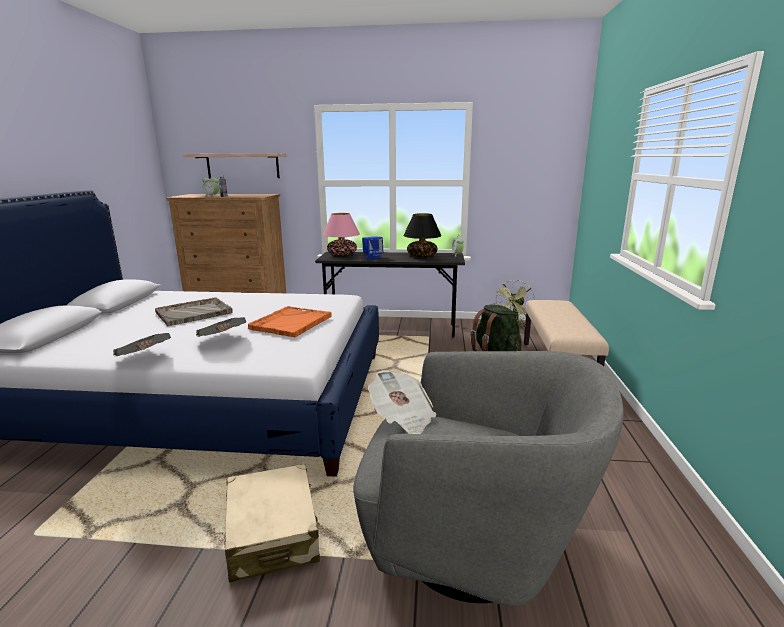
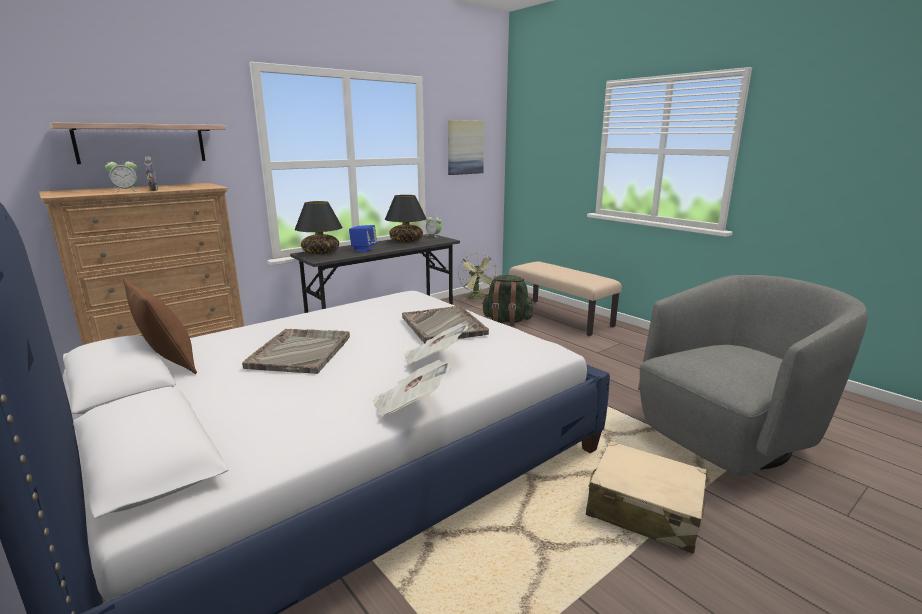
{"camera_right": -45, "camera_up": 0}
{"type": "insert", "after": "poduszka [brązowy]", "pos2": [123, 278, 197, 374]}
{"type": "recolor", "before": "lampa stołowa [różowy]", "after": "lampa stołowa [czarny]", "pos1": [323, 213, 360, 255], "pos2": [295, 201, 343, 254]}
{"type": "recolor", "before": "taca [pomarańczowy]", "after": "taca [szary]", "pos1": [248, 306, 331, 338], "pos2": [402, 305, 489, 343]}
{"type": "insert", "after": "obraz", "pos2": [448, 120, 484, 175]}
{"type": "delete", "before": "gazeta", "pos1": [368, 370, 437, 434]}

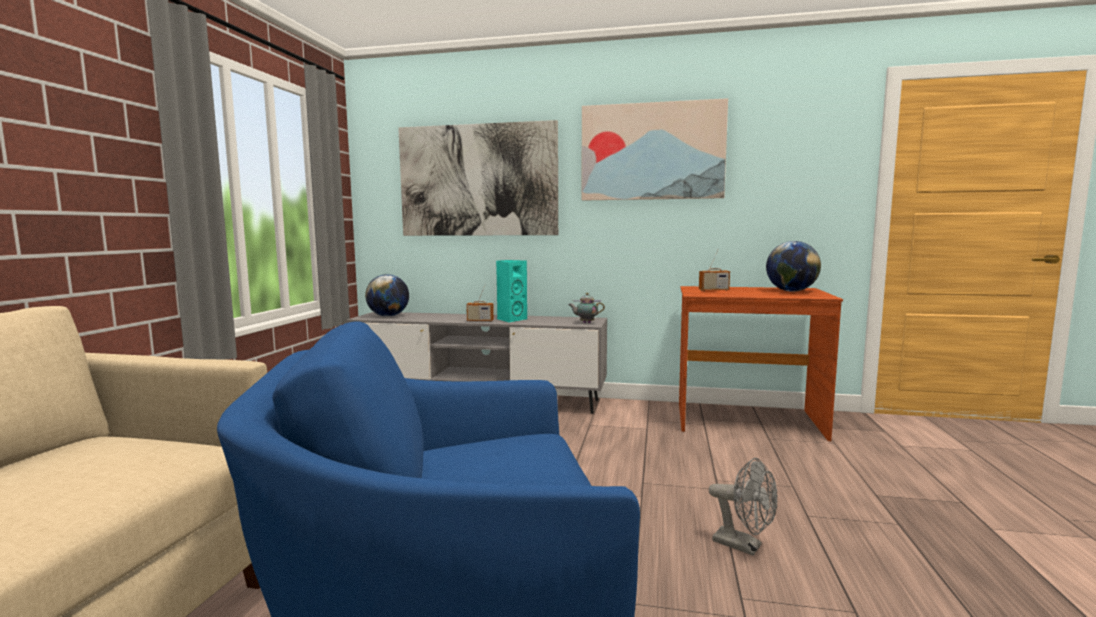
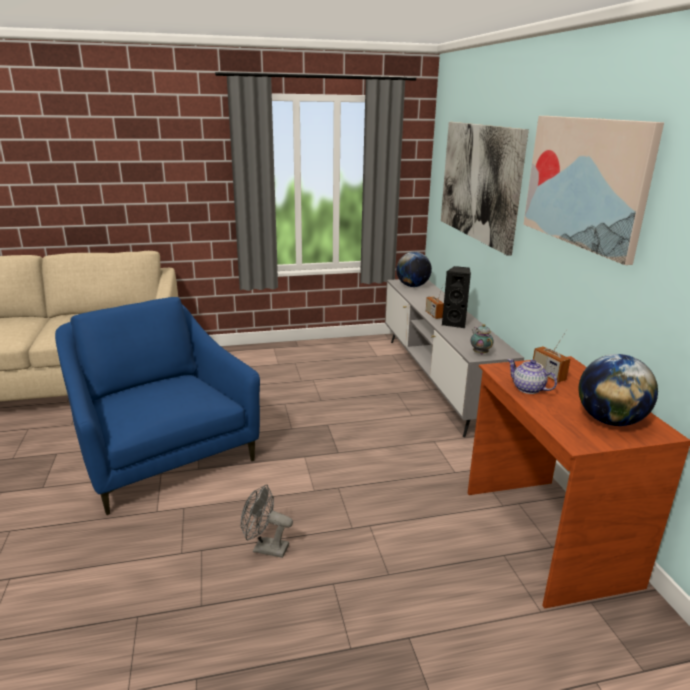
{"camera_right": 65, "camera_up": 15}
{"type": "rotate", "before": "wentylator [szary]", "pos1": [709, 458, 778, 556], "pos2": [241, 485, 293, 558], "turn": 90}
{"type": "recolor", "before": "głośnik [turkusowy]", "after": "głośnik [czarny]", "pos1": [496, 260, 527, 323], "pos2": [442, 266, 471, 328]}
{"type": "insert", "after": "imbryk", "pos2": [507, 359, 557, 394]}

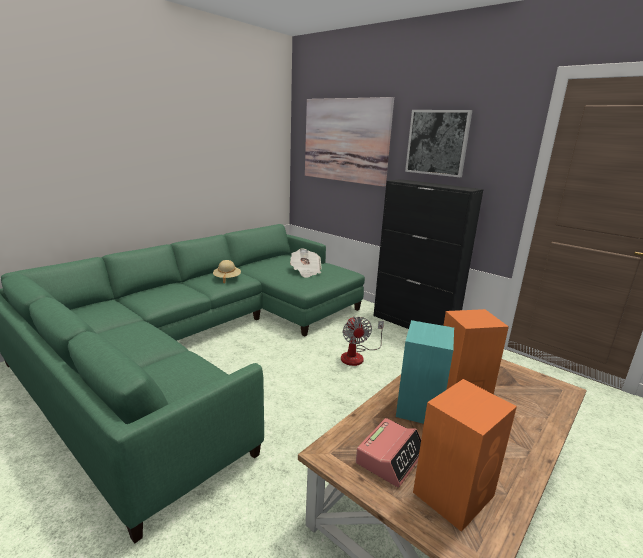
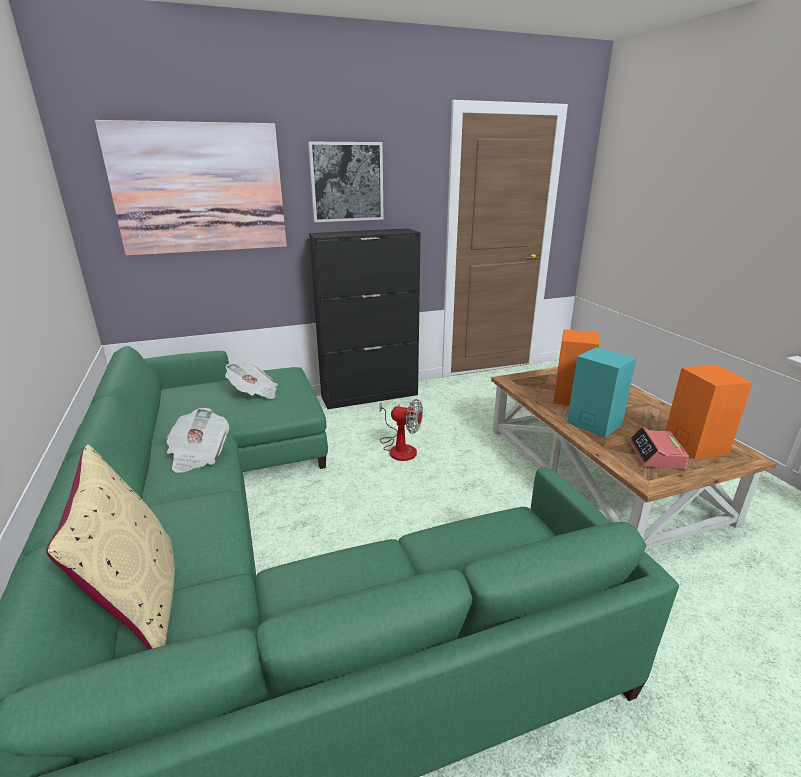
{"camera_right": -60, "camera_up": 5}
{"type": "insert", "after": "poduszka [beżowy]", "pos2": [46, 445, 175, 649]}
{"type": "replace", "before": "kapelusz [beżowy]", "after": "gazeta", "pos1": [213, 260, 241, 284], "pos2": [166, 408, 229, 473]}
{"type": "rotate", "before": "budzik", "pos1": [356, 418, 421, 487], "pos2": [629, 427, 689, 469], "turn": -150}

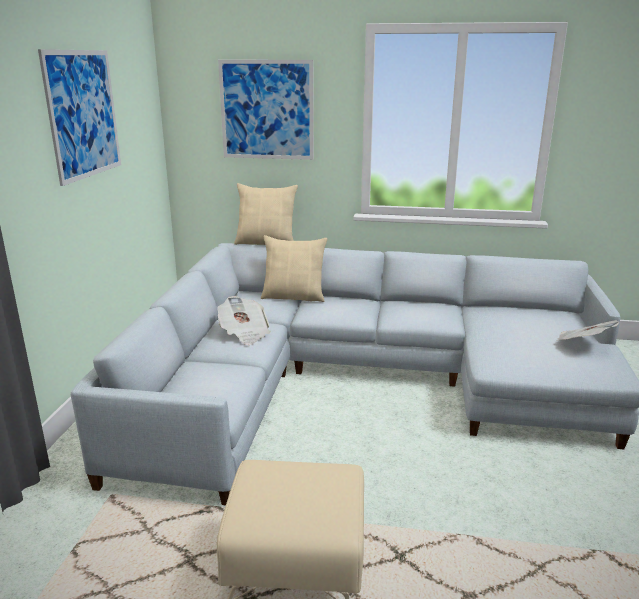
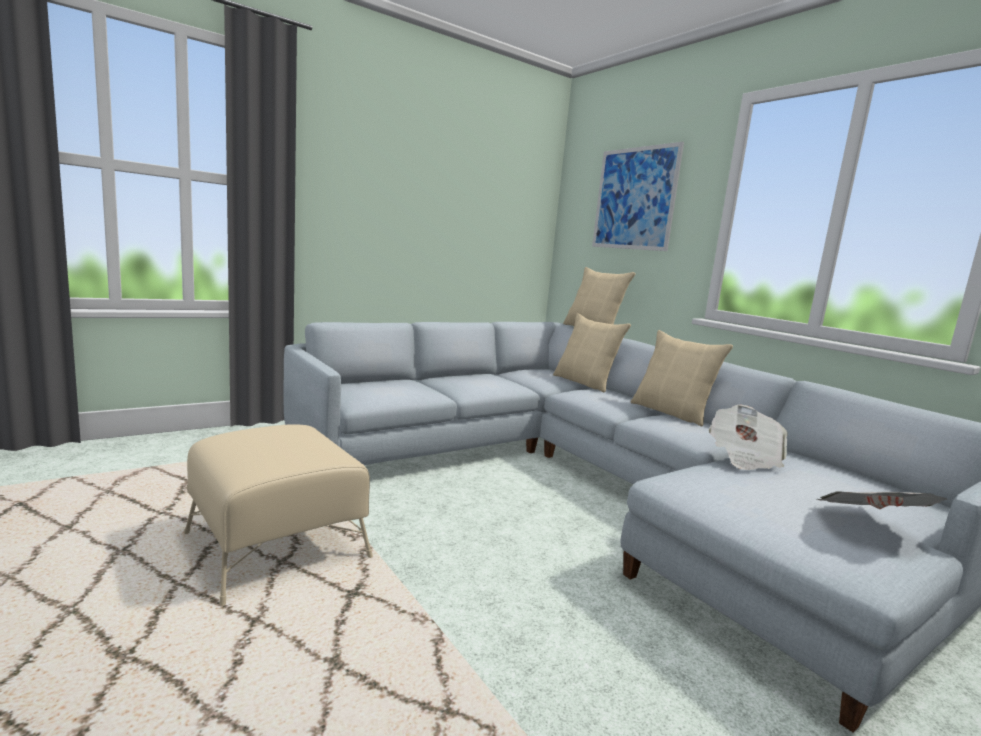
{"camera_right": 45, "camera_up": -10}
{"type": "insert", "after": "poduszka [beżowy]", "pos2": [631, 330, 733, 426]}
{"type": "move", "before": "gazeta", "pos1": [217, 296, 271, 345], "pos2": [709, 404, 788, 470]}
{"type": "delete", "before": "obraz", "pos1": [38, 49, 121, 186]}

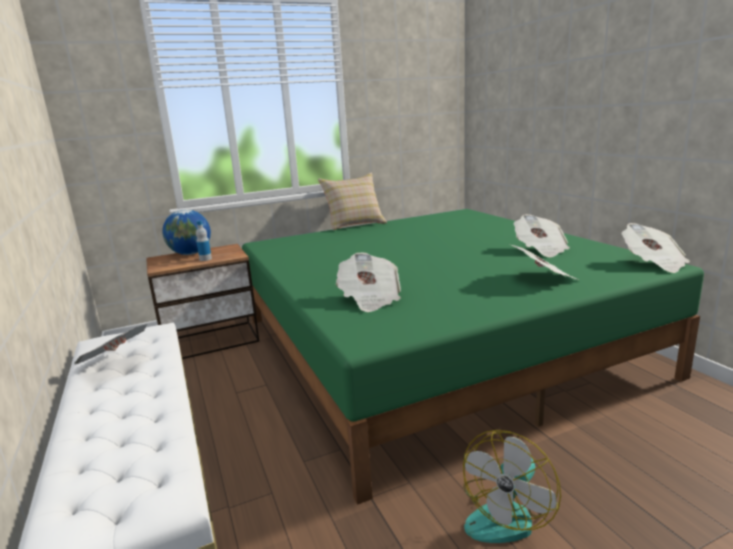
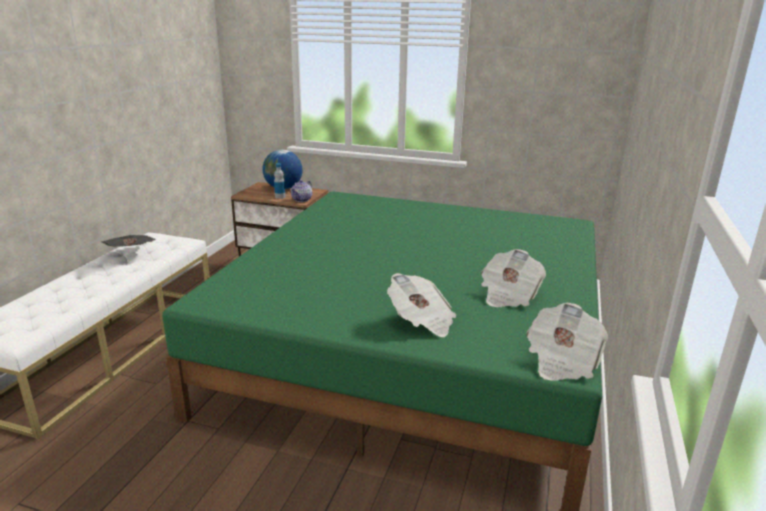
{"camera_right": 40, "camera_up": 5}
{"type": "insert", "after": "imbryk", "pos2": [291, 180, 312, 202]}
{"type": "delete", "before": "poduszka [beżowy]", "pos1": [318, 172, 387, 230]}
{"type": "delete", "before": "gazeta", "pos1": [336, 253, 401, 312]}
{"type": "delete", "before": "wentylator", "pos1": [463, 430, 561, 543]}

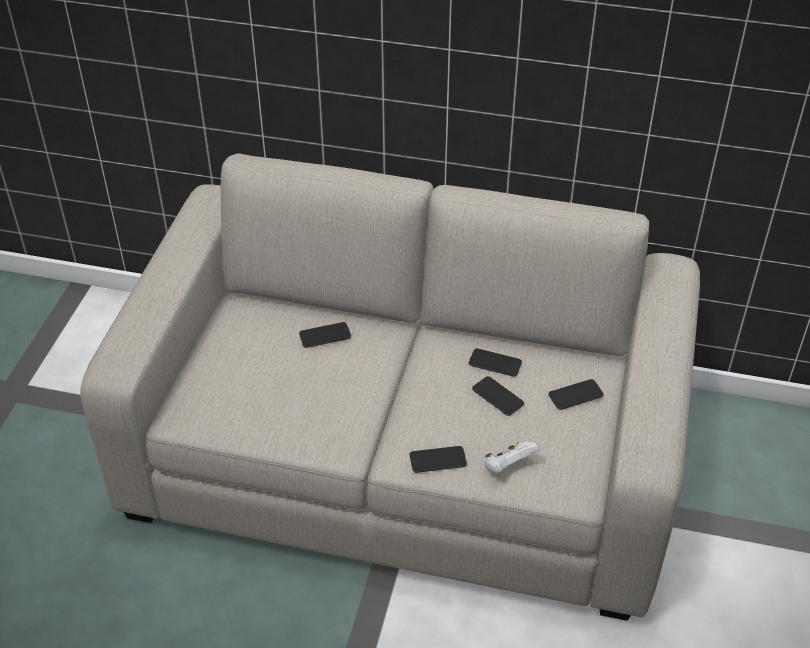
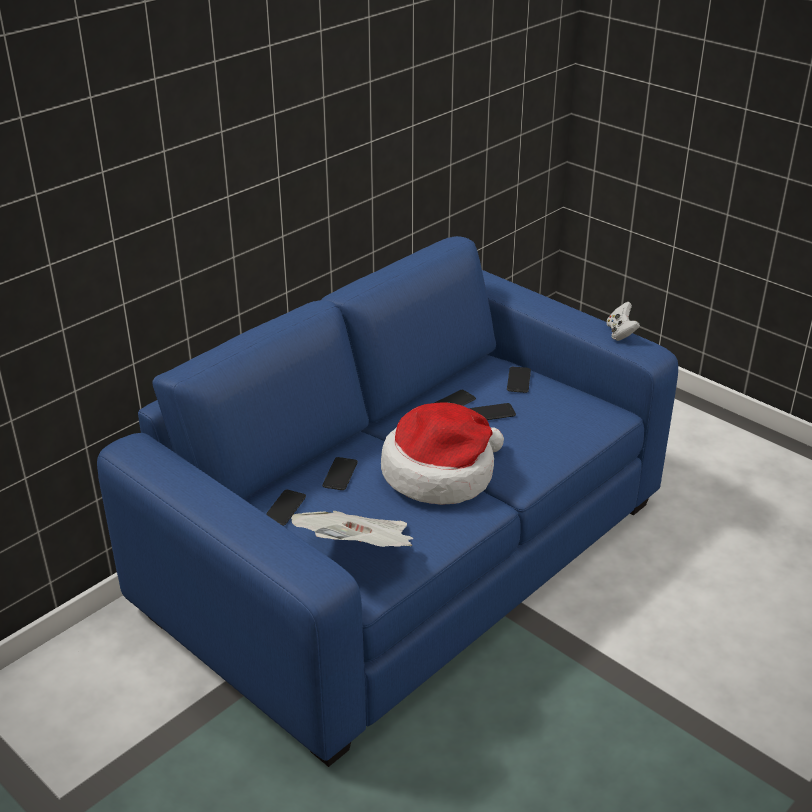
{"camera_right": -60, "camera_up": -10}
{"type": "recolor", "before": "kanapa [beżowy]", "after": "kanapa [niebieski]", "pos1": [80, 153, 700, 621], "pos2": [97, 236, 678, 767]}
{"type": "move", "before": "telefon", "pos1": [410, 446, 467, 473], "pos2": [266, 490, 306, 526]}
{"type": "insert", "after": "gazeta", "pos2": [291, 511, 413, 547]}
{"type": "insert", "after": "kapelusz", "pos2": [381, 402, 504, 505]}
{"type": "move", "before": "pad do gier [biały]", "pos1": [484, 441, 540, 473], "pos2": [607, 302, 640, 341]}

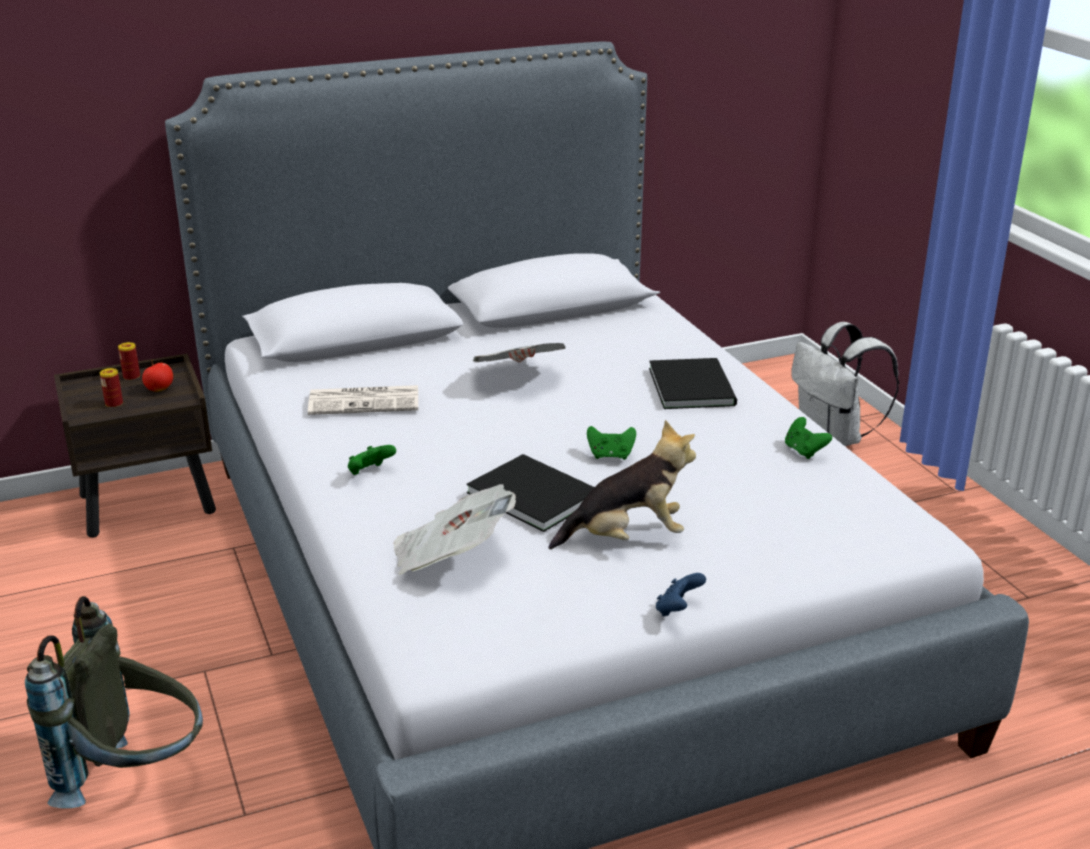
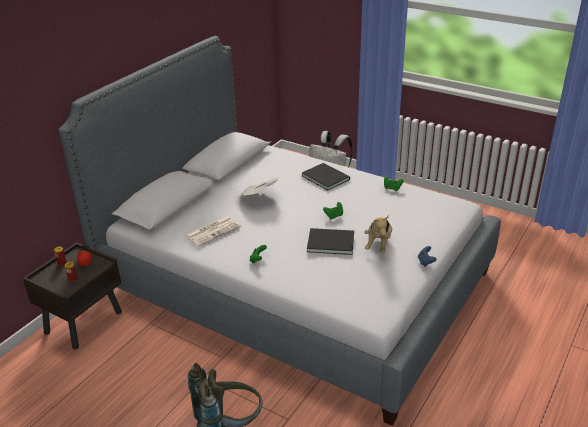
{"camera_right": -35, "camera_up": 5}
{"type": "rotate", "before": "pluszak", "pos1": [548, 420, 696, 549], "pos2": [364, 215, 392, 253], "turn": 150}
{"type": "delete", "before": "gazeta", "pos1": [393, 484, 516, 575]}

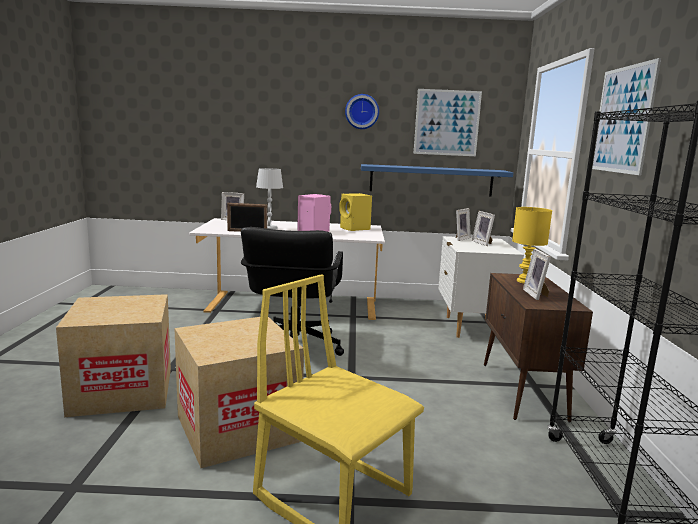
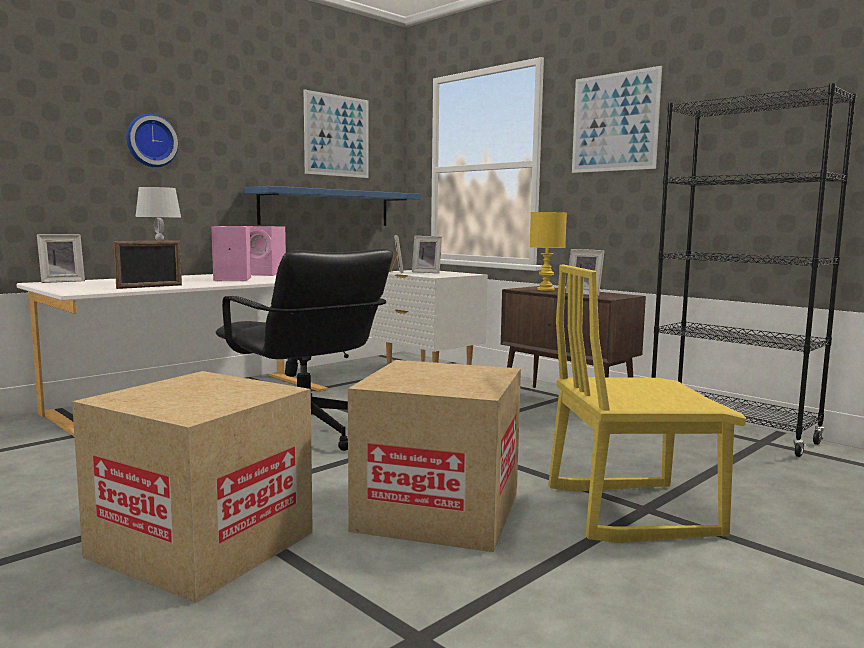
{"camera_right": -45, "camera_up": -5}
{"type": "move", "before": "zegar ścienny", "pos1": [345, 94, 379, 129], "pos2": [126, 114, 178, 167]}
{"type": "recolor", "before": "głośnik [żółty]", "after": "głośnik [różowy]", "pos1": [339, 193, 372, 231], "pos2": [250, 226, 286, 276]}

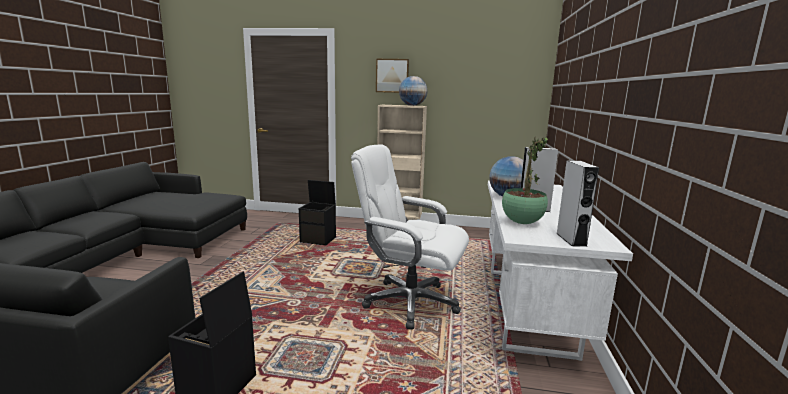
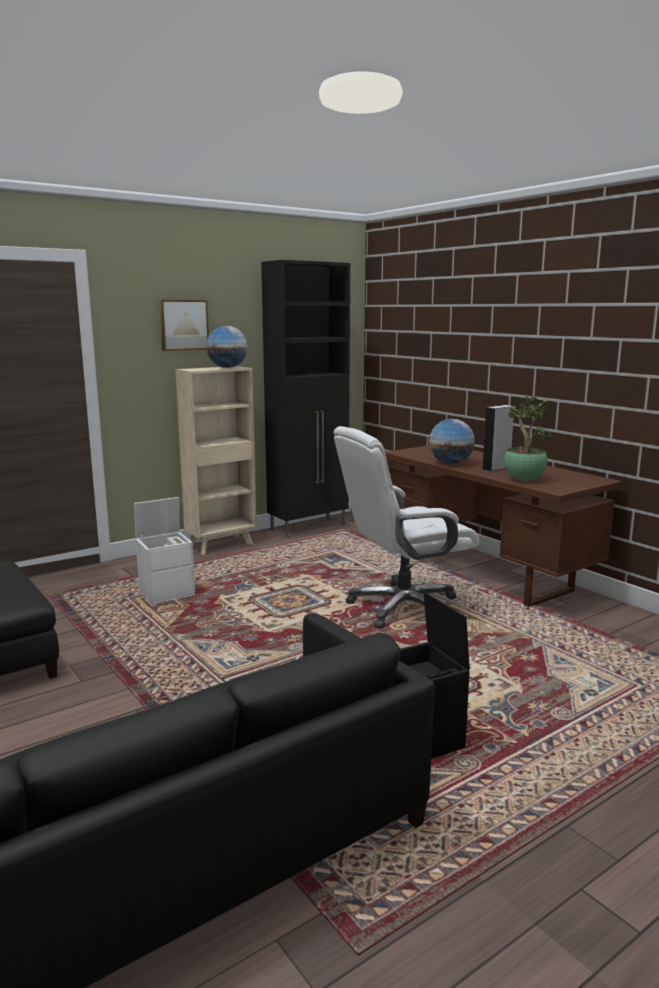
{"camera_right": -45, "camera_up": 0}
{"type": "recolor", "before": "pojemnik do przechowywania [czarny]", "after": "pojemnik do przechowywania [biały]", "pos1": [299, 180, 336, 246], "pos2": [134, 497, 195, 604]}
{"type": "insert", "after": "szafka [czarny]", "pos2": [261, 260, 350, 537]}
{"type": "recolor", "before": "biurko [biały]", "after": "biurko [brązowy]", "pos1": [488, 181, 633, 361], "pos2": [385, 445, 622, 607]}
{"type": "delete", "before": "głośnik [szary]", "pos1": [556, 161, 599, 247]}

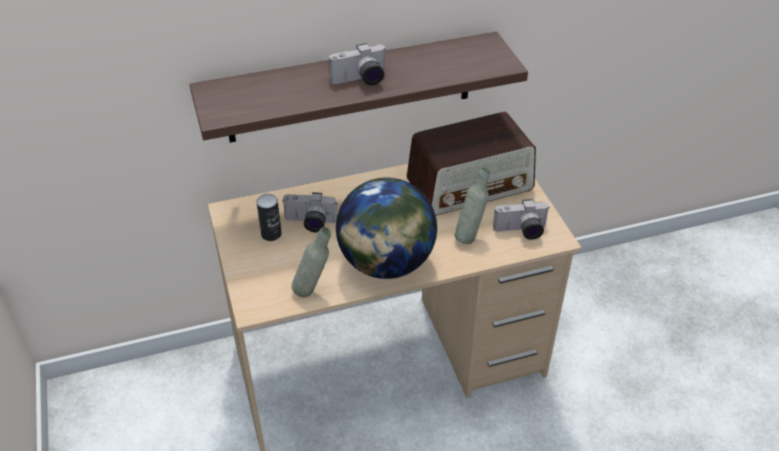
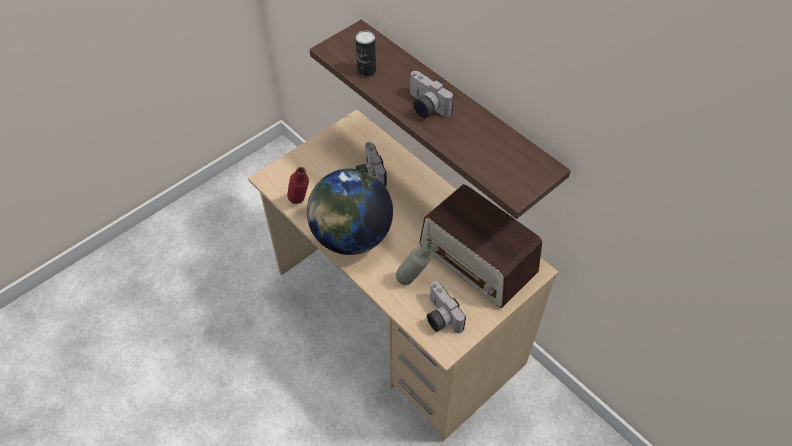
{"camera_right": 65, "camera_up": 10}
{"type": "recolor", "before": "butelka [szary]", "after": "butelka [czerwony]", "pos1": [292, 227, 331, 297], "pos2": [287, 167, 309, 204]}
{"type": "move", "before": "puszka", "pos1": [257, 193, 282, 241], "pos2": [356, 30, 376, 77]}

